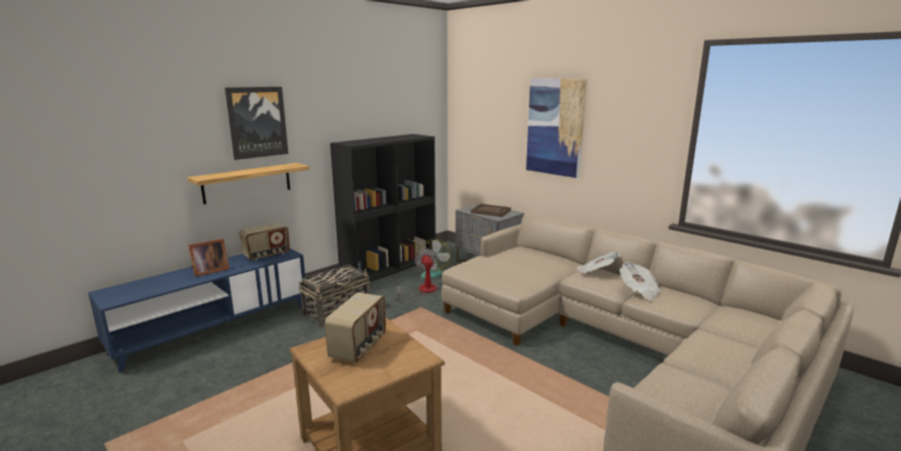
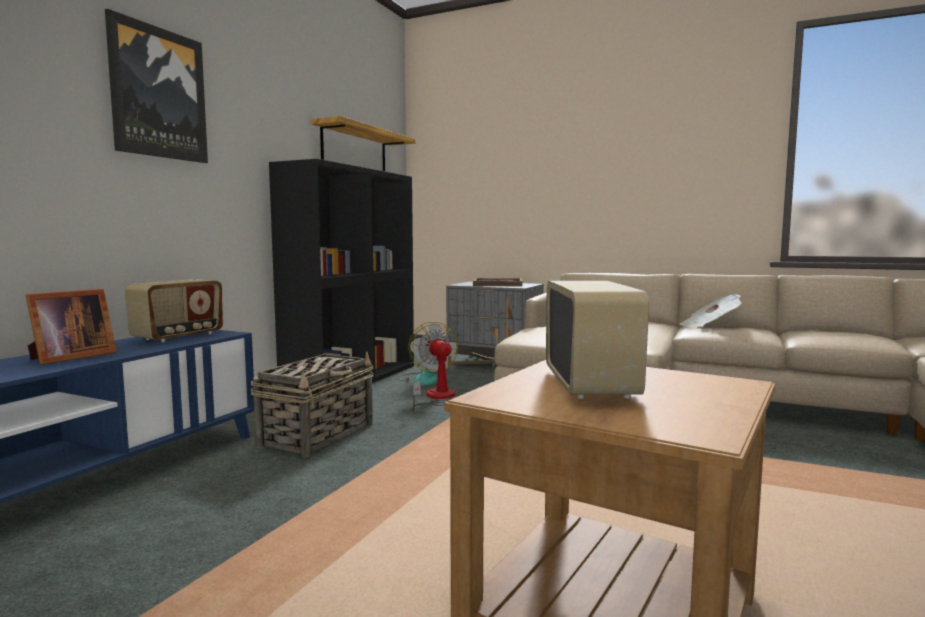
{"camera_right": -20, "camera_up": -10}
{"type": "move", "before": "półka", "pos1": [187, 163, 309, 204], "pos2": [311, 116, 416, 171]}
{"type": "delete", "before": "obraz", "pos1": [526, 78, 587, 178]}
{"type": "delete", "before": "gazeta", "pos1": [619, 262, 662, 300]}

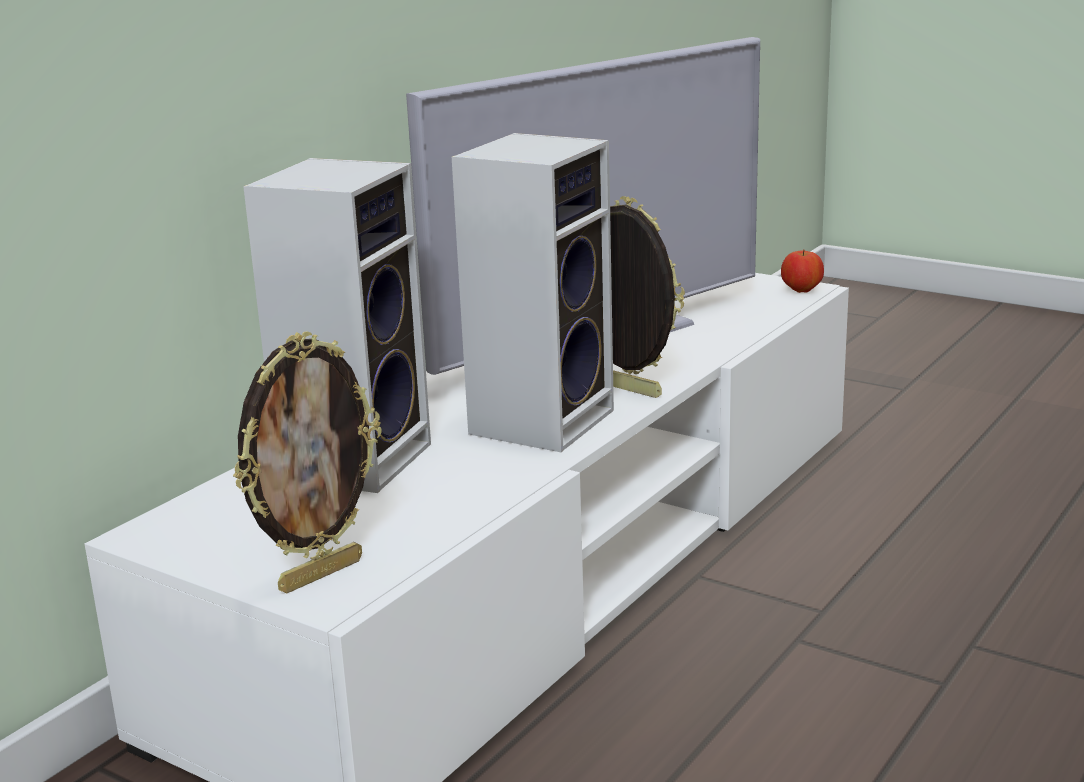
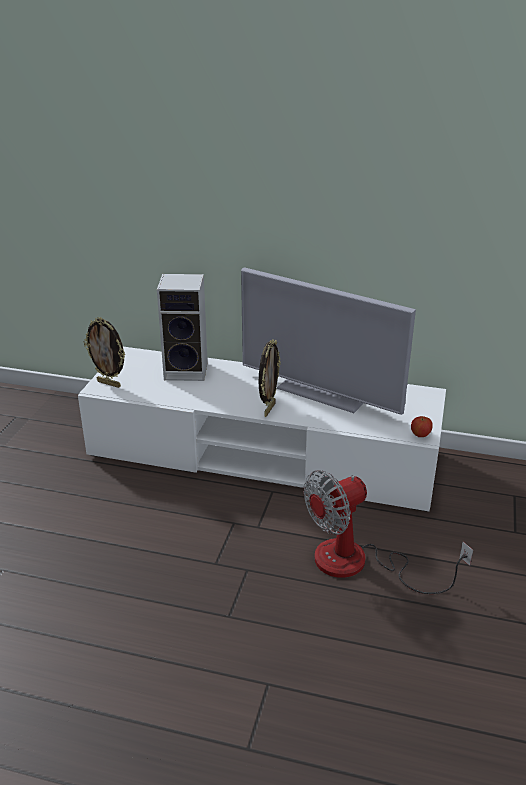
{"camera_right": 70, "camera_up": 10}
{"type": "insert", "after": "wentylator", "pos2": [304, 470, 473, 594]}
{"type": "delete", "before": "głośnik", "pos1": [452, 133, 614, 452]}

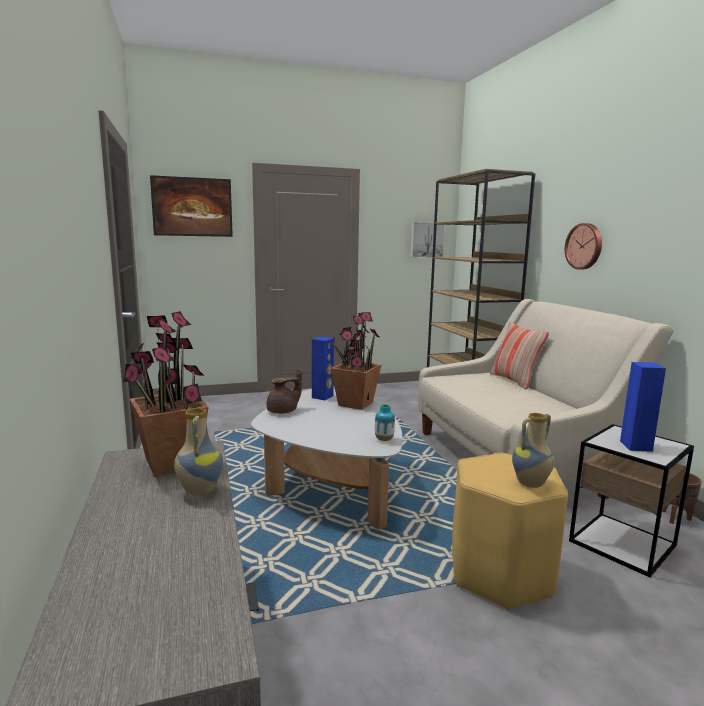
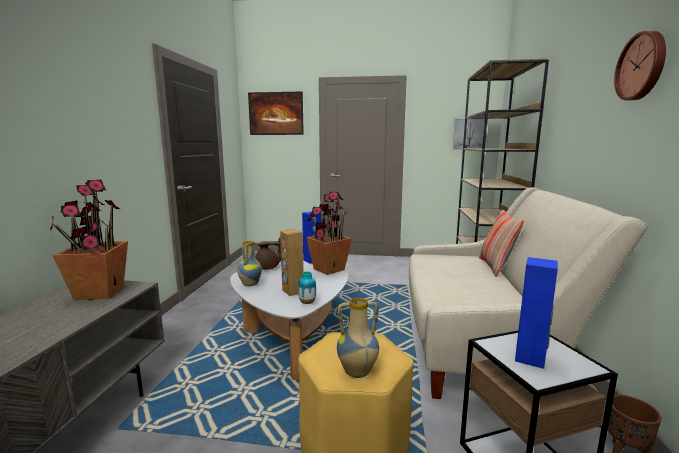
{"camera_right": 25, "camera_up": 0}
{"type": "move", "before": "wazon", "pos1": [174, 407, 223, 496], "pos2": [237, 241, 262, 286]}
{"type": "insert", "after": "głośnik [brązowy]", "pos2": [280, 229, 303, 296]}
{"type": "move", "before": "zegar ścienny", "pos1": [565, 223, 602, 269], "pos2": [614, 31, 666, 100]}

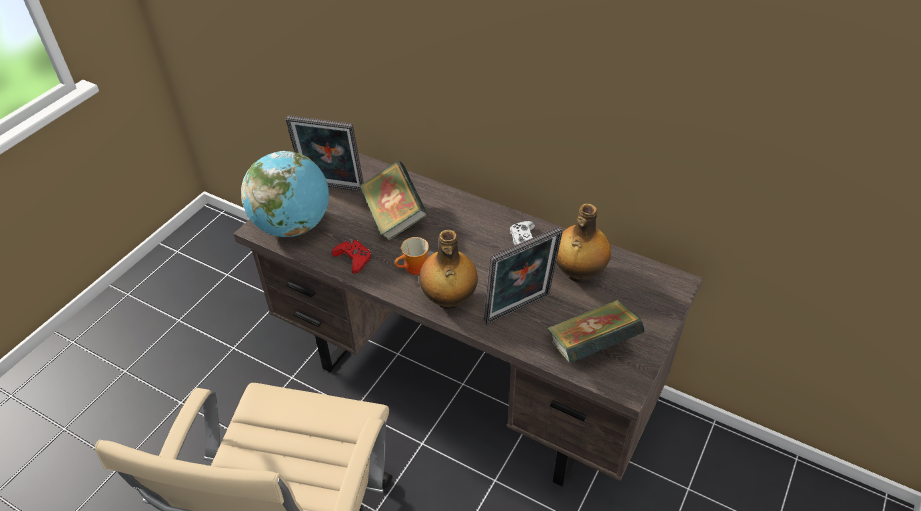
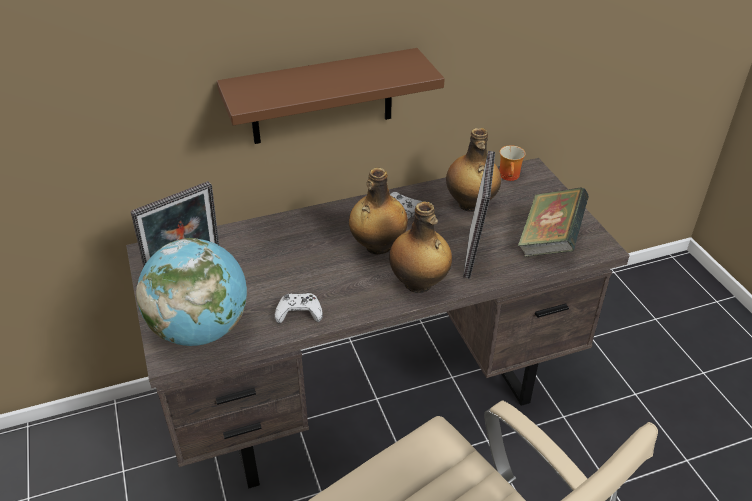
{"camera_right": -50, "camera_up": -5}
{"type": "insert", "after": "półka [brązowy]", "pos2": [217, 48, 444, 144]}
{"type": "recolor", "before": "pad do gier [czerwony]", "after": "pad do gier [biały]", "pos1": [331, 239, 371, 274], "pos2": [275, 293, 323, 323]}
{"type": "insert", "after": "butelka", "pos2": [349, 168, 408, 254]}
{"type": "move", "before": "kubek", "pos1": [395, 237, 429, 275], "pos2": [499, 145, 526, 181]}
{"type": "delete", "before": "książka", "pos1": [360, 161, 428, 241]}

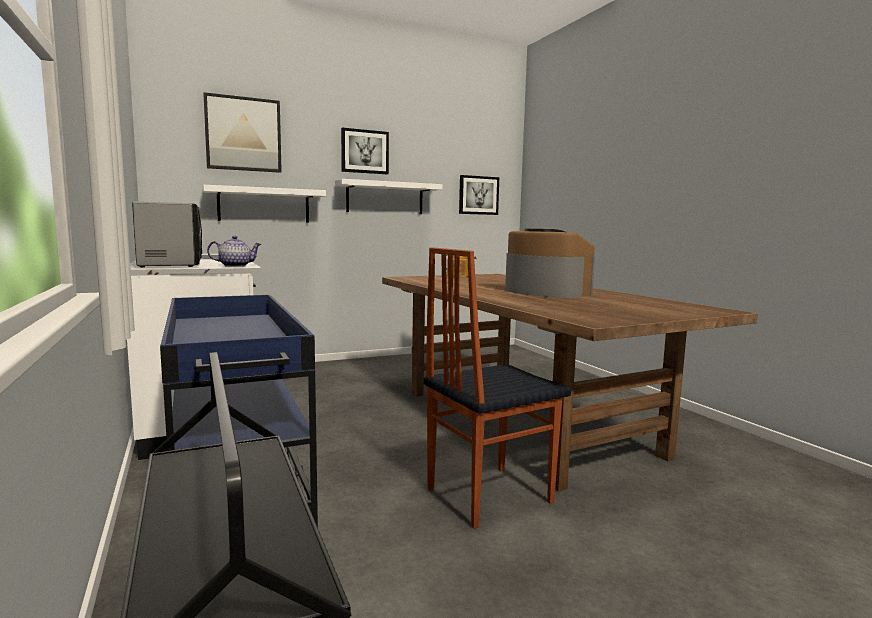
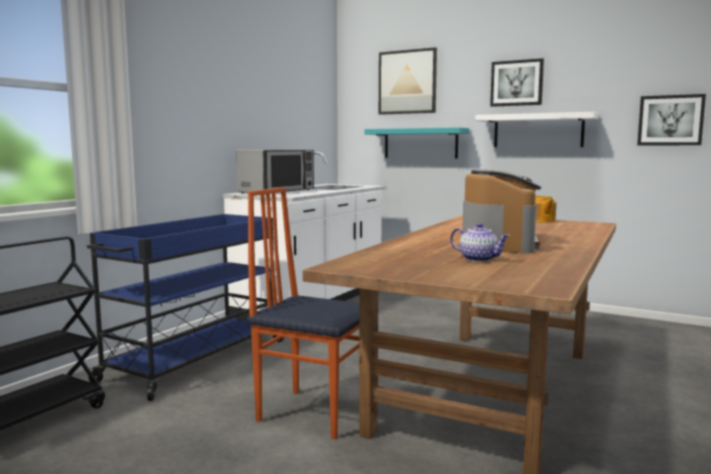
{"camera_right": 55, "camera_up": 0}
{"type": "recolor", "before": "półka [biały]", "after": "półka [turkusowy]", "pos1": [203, 185, 326, 223], "pos2": [365, 127, 469, 159]}
{"type": "move", "before": "imbryk", "pos1": [207, 236, 261, 267], "pos2": [450, 223, 510, 262]}

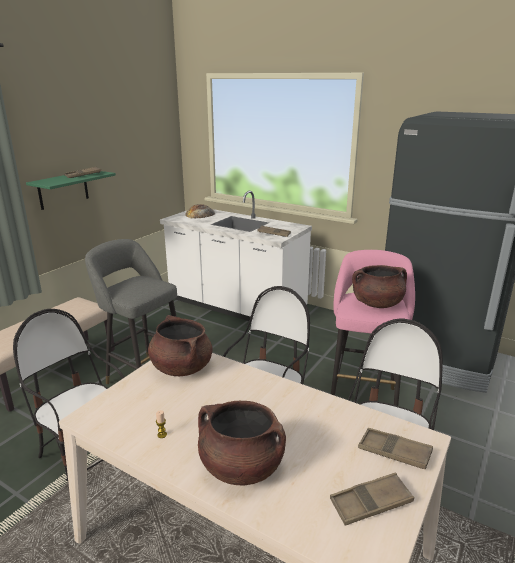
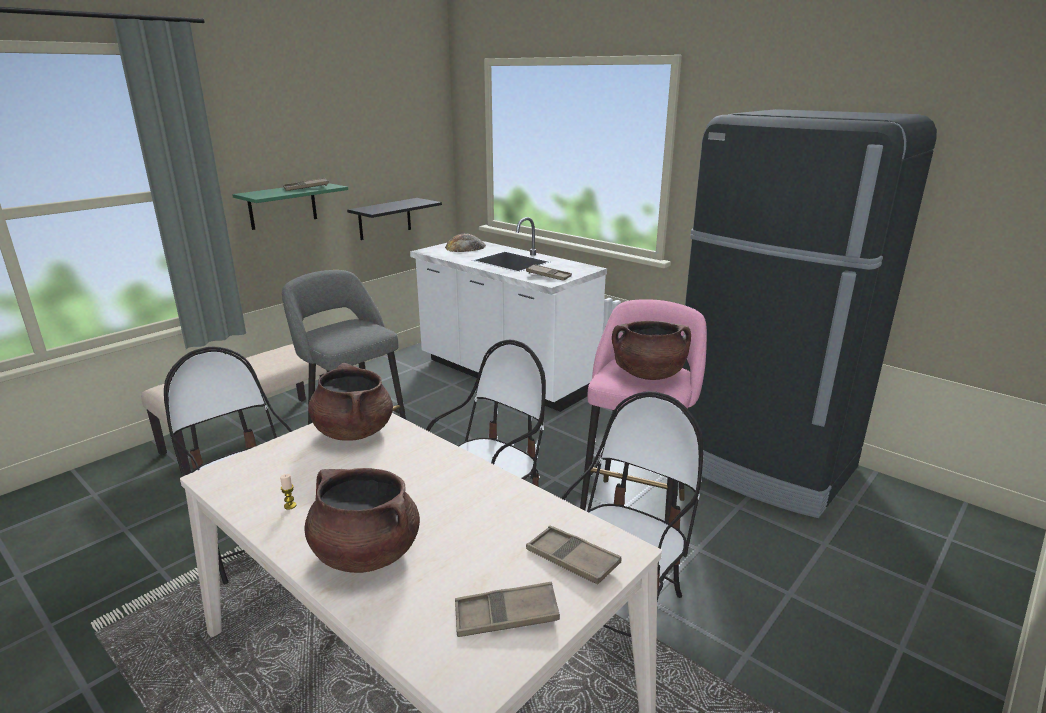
{"camera_right": 10, "camera_up": 0}
{"type": "insert", "after": "półka [czarny]", "pos2": [347, 198, 442, 240]}

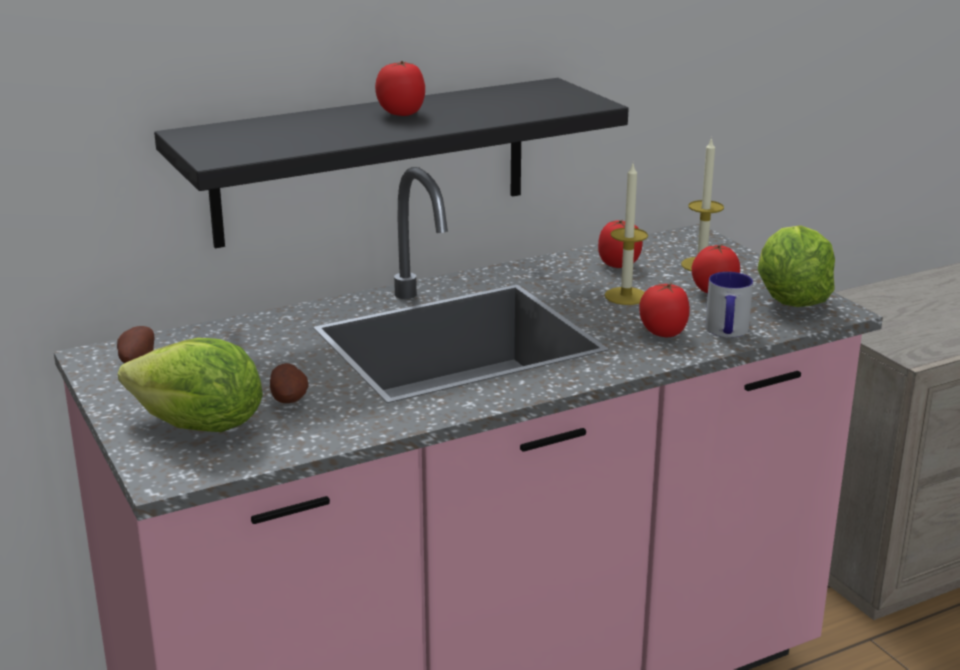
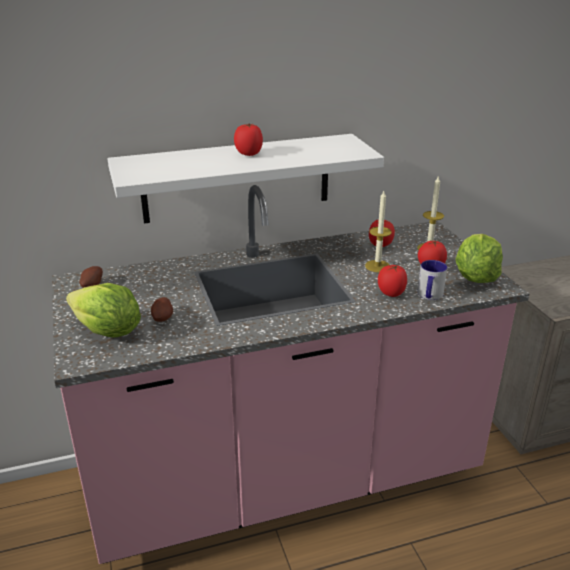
{"camera_right": 10, "camera_up": 5}
{"type": "recolor", "before": "półka [czarny]", "after": "półka [biały]", "pos1": [154, 78, 629, 248], "pos2": [107, 134, 384, 224]}

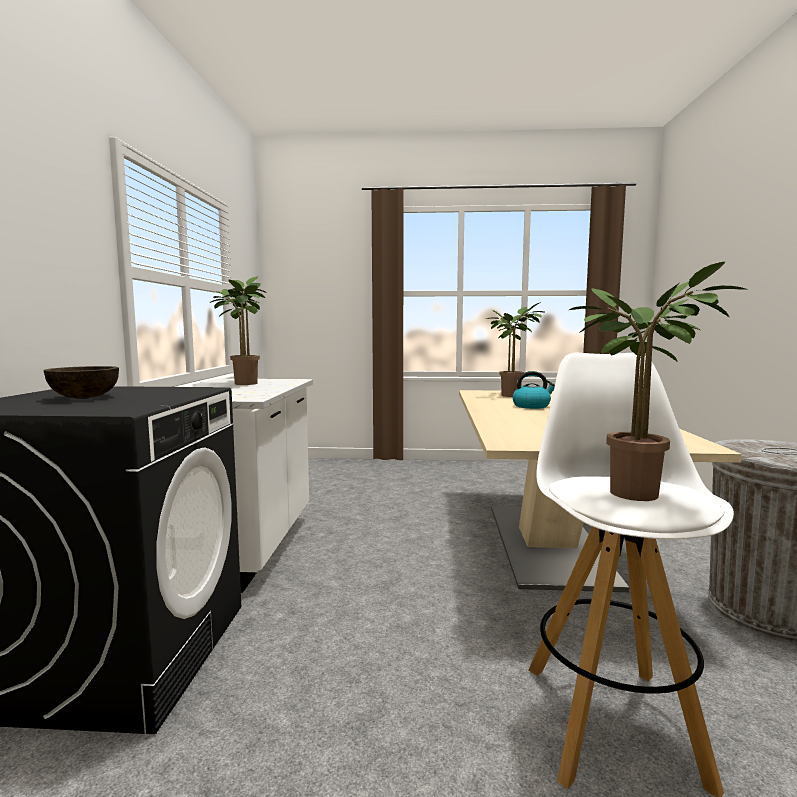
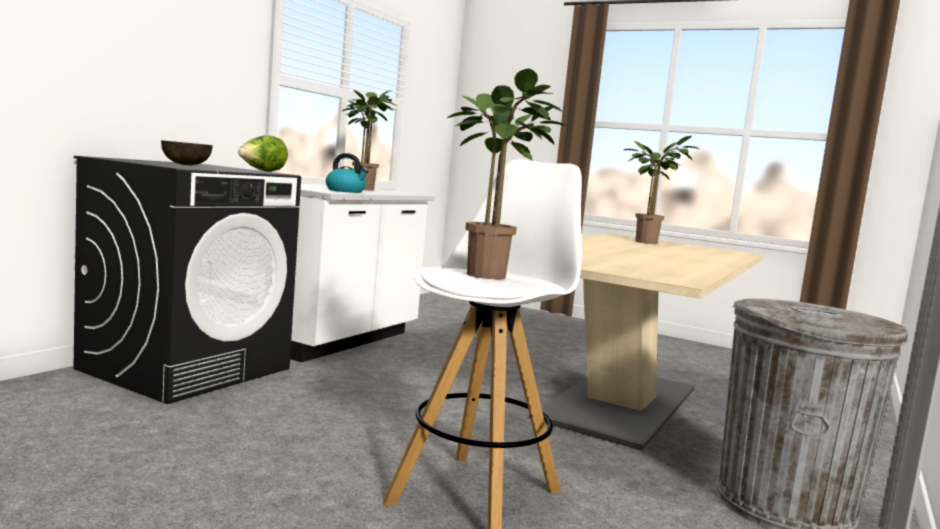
{"camera_right": 25, "camera_up": 0}
{"type": "insert", "after": "sałata", "pos2": [238, 135, 288, 172]}
{"type": "move", "before": "czajnik", "pos1": [512, 371, 555, 409], "pos2": [326, 153, 369, 193]}

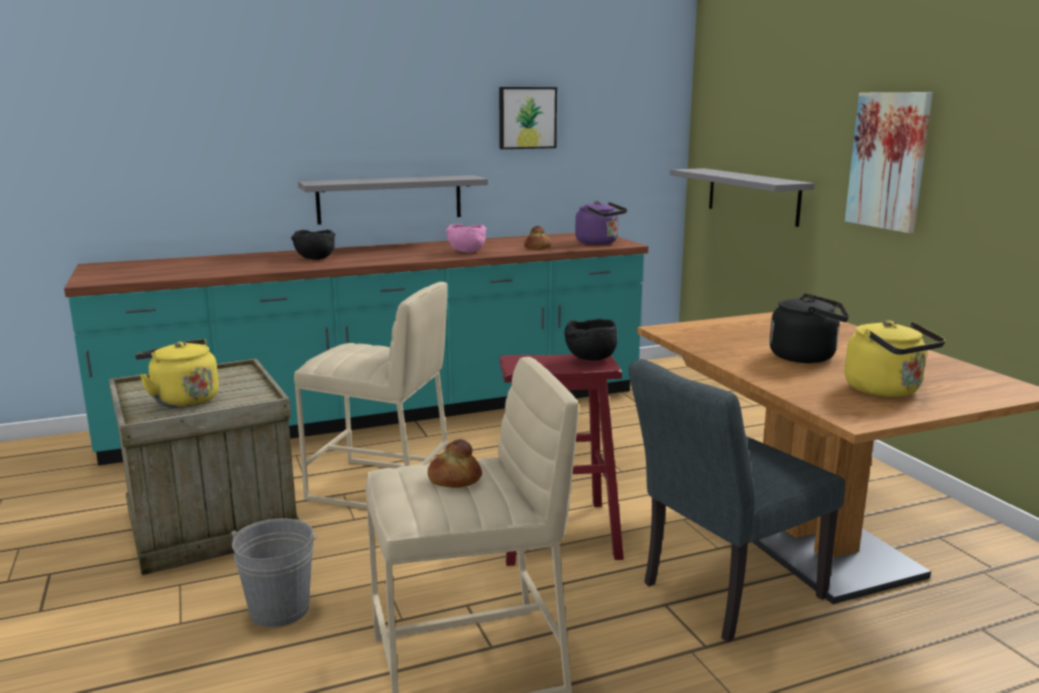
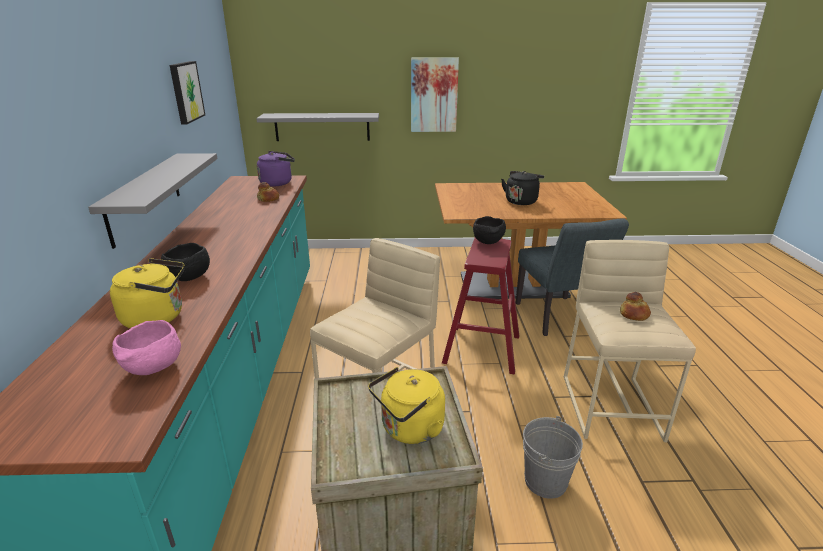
{"camera_right": -70, "camera_up": 10}
{"type": "move", "before": "czajnik [żółty]", "pos1": [845, 320, 945, 397], "pos2": [110, 258, 185, 328]}
{"type": "move", "before": "miska [różowy]", "pos1": [445, 224, 487, 253], "pos2": [112, 320, 181, 375]}

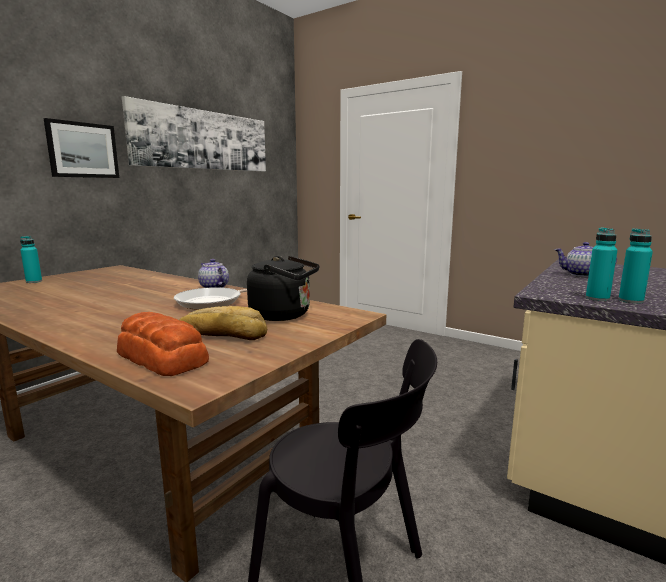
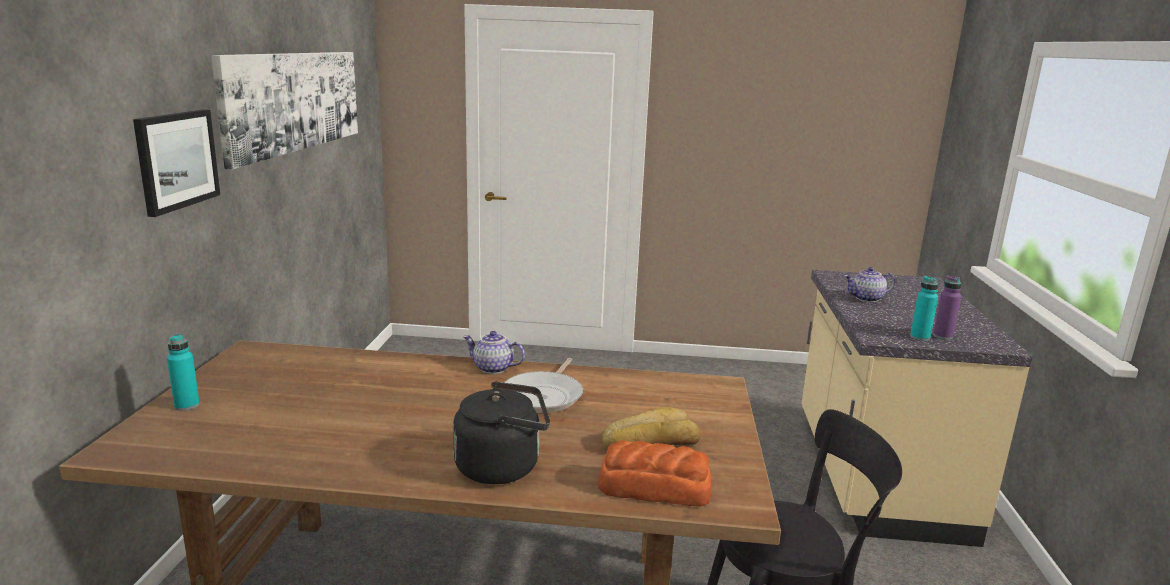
{"camera_right": -30, "camera_up": 5}
{"type": "move", "before": "czajnik [czarny]", "pos1": [247, 256, 320, 321], "pos2": [453, 381, 550, 484]}
{"type": "recolor", "before": "butelka [turkusowy]", "after": "butelka [fioletowy]", "pos1": [618, 228, 653, 304], "pos2": [933, 276, 961, 340]}

